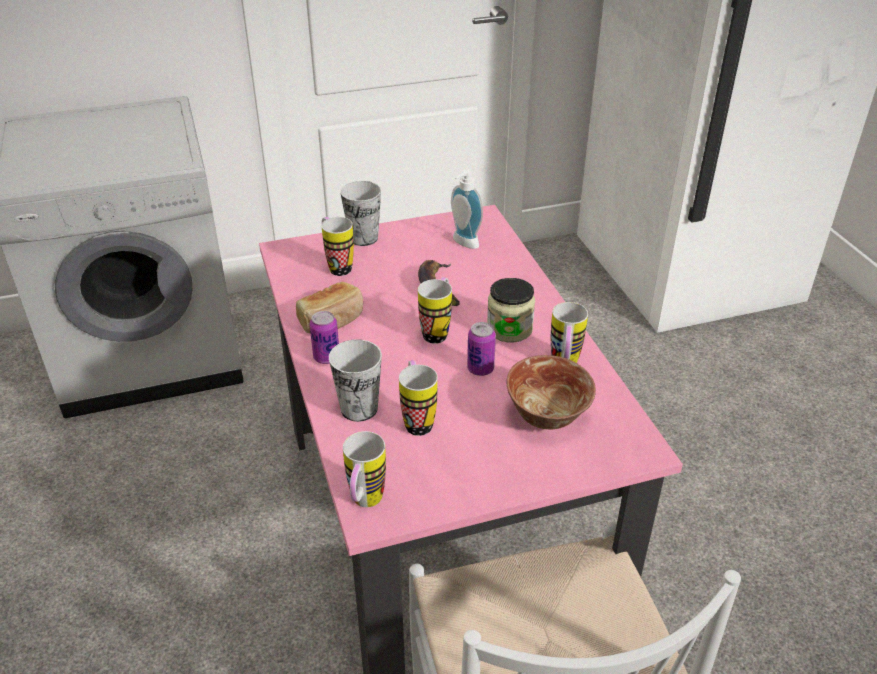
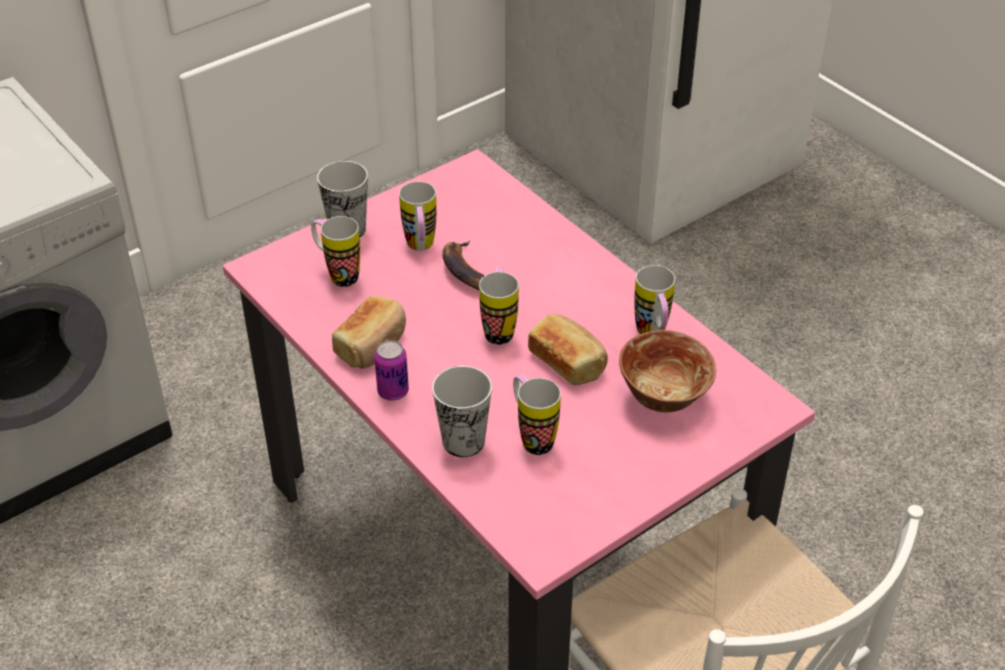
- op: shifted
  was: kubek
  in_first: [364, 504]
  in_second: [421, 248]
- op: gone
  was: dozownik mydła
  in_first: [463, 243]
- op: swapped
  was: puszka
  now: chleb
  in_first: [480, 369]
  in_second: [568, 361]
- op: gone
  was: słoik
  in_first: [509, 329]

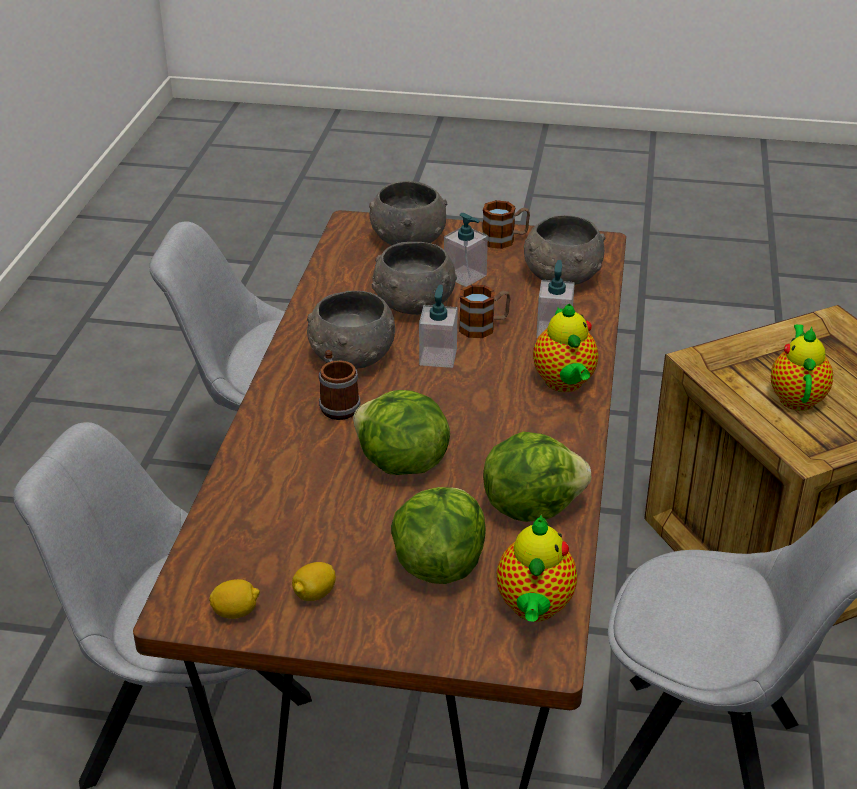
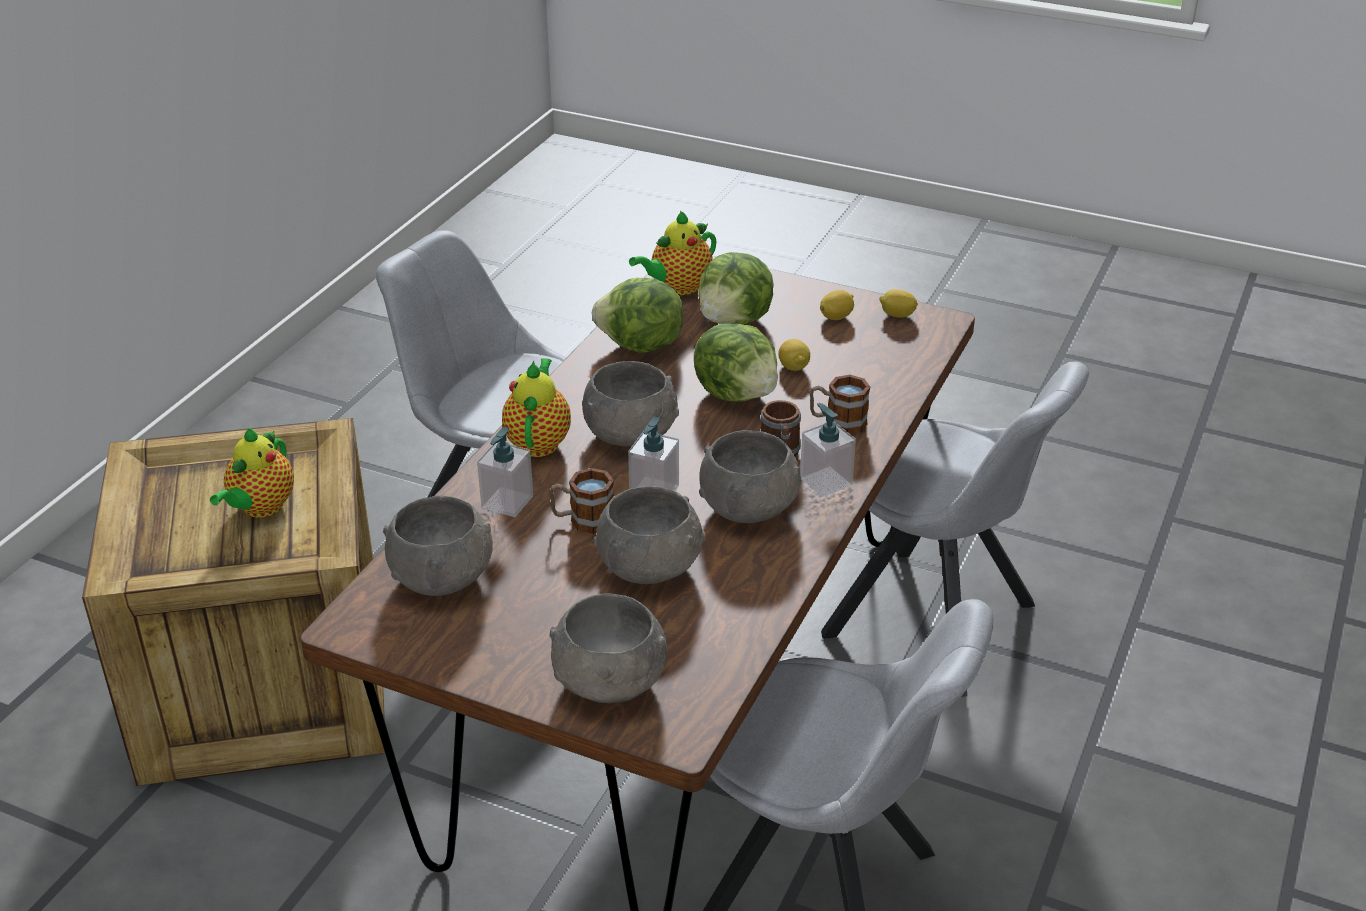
- op: shifted
  was: dozownik mydła
  in_first: [465, 276]
  in_second: [825, 481]
- op: shifted
  was: kubek
  in_first: [505, 240]
  in_second: [837, 422]
- op: rotated
  was: imbryk
  in_first: [534, 608]
  in_second: [678, 287]
  clockwise: -150
- op: new
  now: miska/szary
  in_second: [631, 434]
- op: new
  now: cytryna
  in_second: [793, 367]

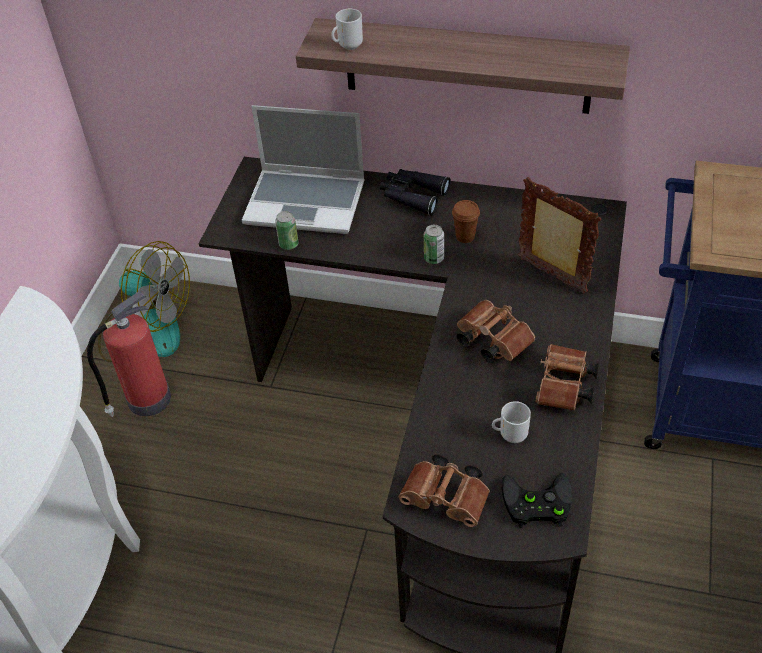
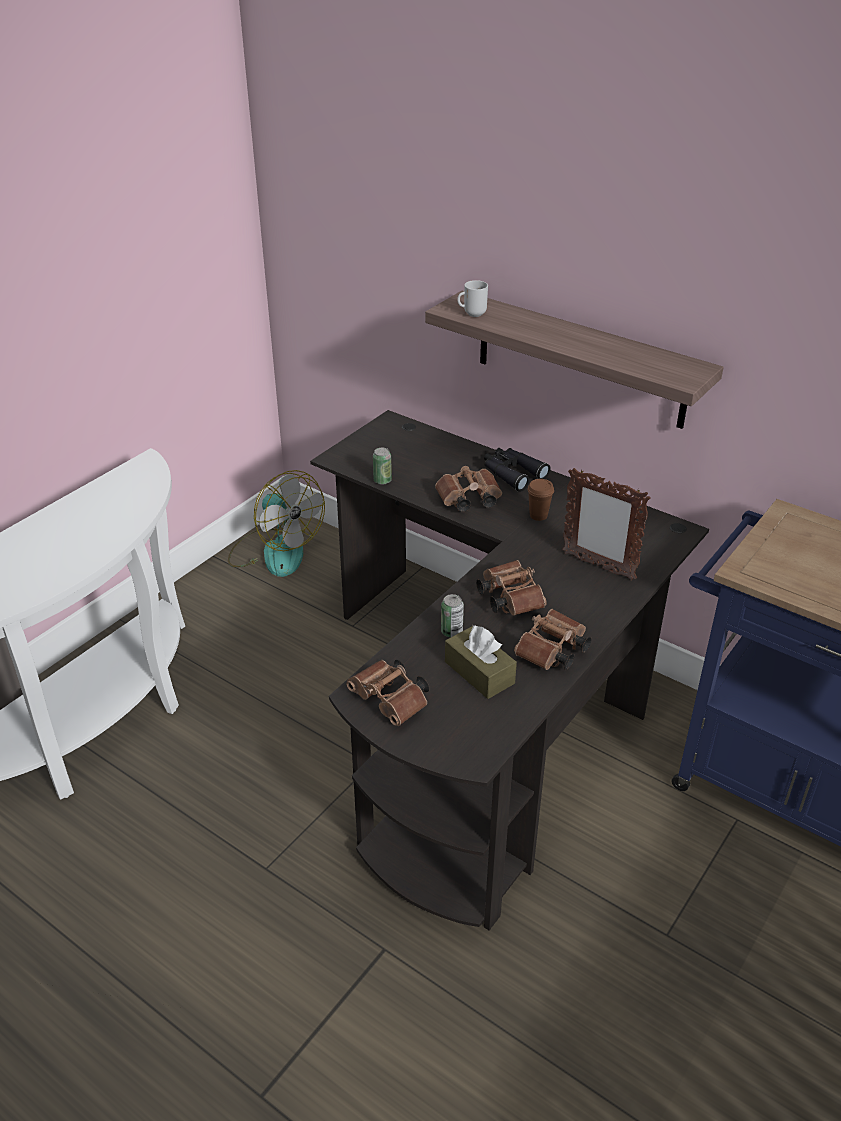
- op: gone
  was: gaśnica
  in_first: [146, 400]
- op: gone
  was: laptop
  in_first: [307, 202]
- op: shifted
  was: puszka
  in_first: [434, 258]
  in_second: [451, 632]
- op: swapped
  was: kubek
  now: pudełko chusteczek/brązowy
  in_first: [511, 435]
  in_second: [479, 672]
- op: gone
  was: pad do gier/czarny
  in_first: [535, 504]
- op: rotated
  was: ramka na zdjęcie
  in_first: [552, 276]
  in_second: [598, 566]
  clockwise: 150
- op: new
  now: lornetka/brązowy
  in_second: [467, 501]

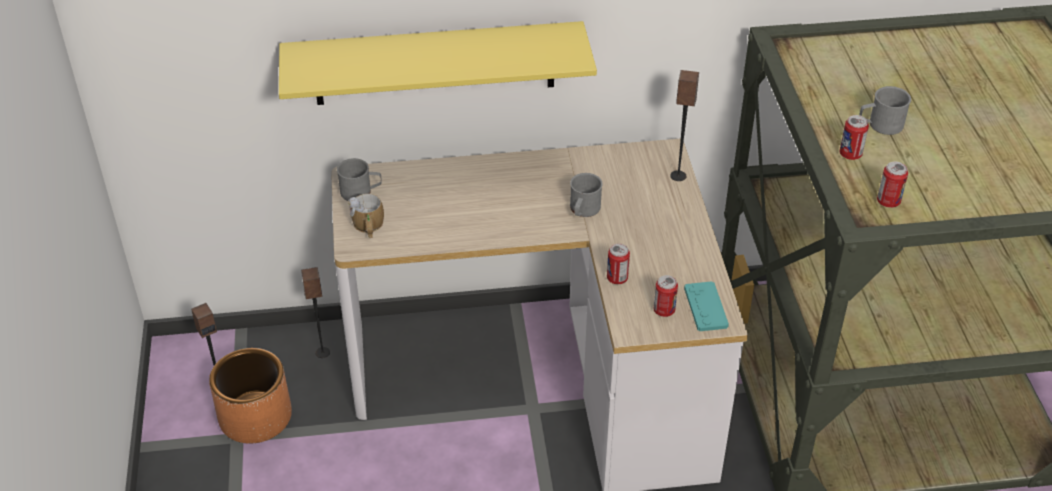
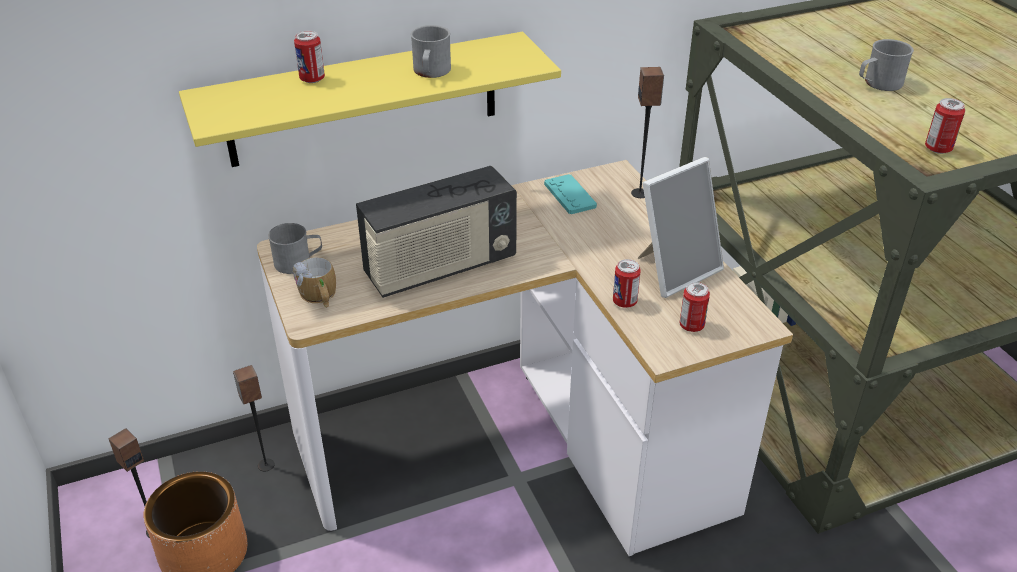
- op: shifted
  was: kubek/szary
  in_first: [583, 210]
  in_second: [431, 72]
- op: shifted
  was: pad do gier/turkusowy
  in_first: [705, 307]
  in_second: [570, 195]
- op: shifted
  was: puszka
  in_first: [850, 154]
  in_second: [312, 79]
- op: new
  now: radio
  in_second: [440, 267]
- op: new
  now: ramka na zdjęcie
  in_second: [675, 270]

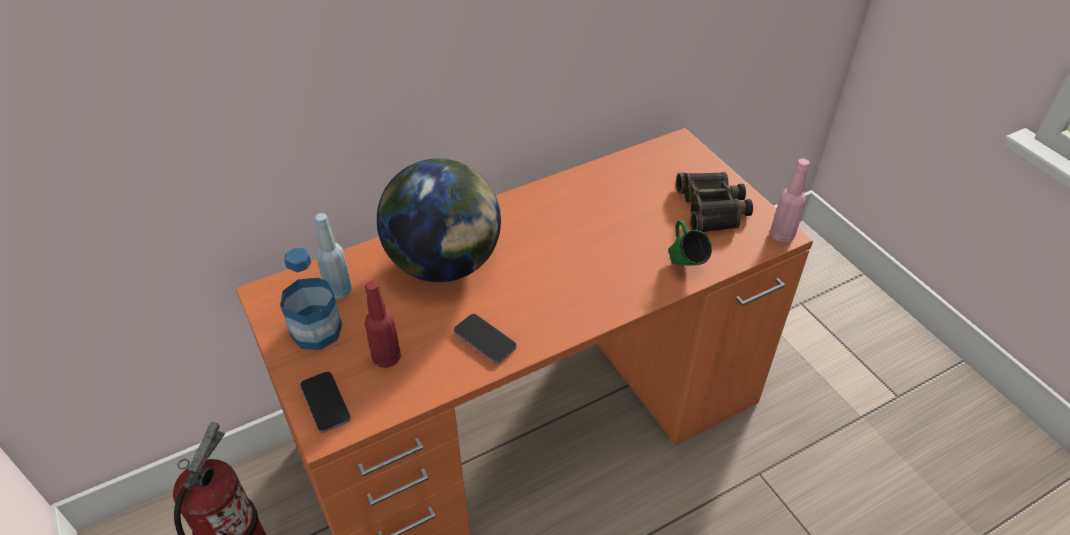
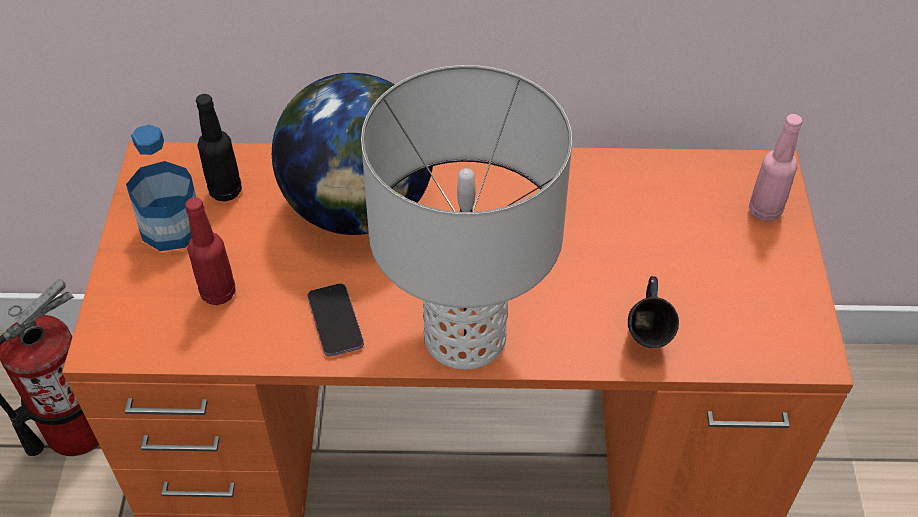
- op: gone
  was: telefon
  in_first: [325, 403]
- op: repainted
  was: butelka/niebieski
  now: butelka/czarny
  in_first: [339, 291]
  in_second: [226, 191]
- op: repainted
  was: kubek/zielony
  now: kubek/niebieski
  in_first: [685, 266]
  in_second: [645, 339]
- op: gone
  was: lornetka
  in_first: [713, 208]
- op: shifted
  was: butelka/różowy
  in_first: [781, 235]
  in_second: [764, 211]
- op: new
  now: lampa stołowa/biały
  in_second: [463, 336]

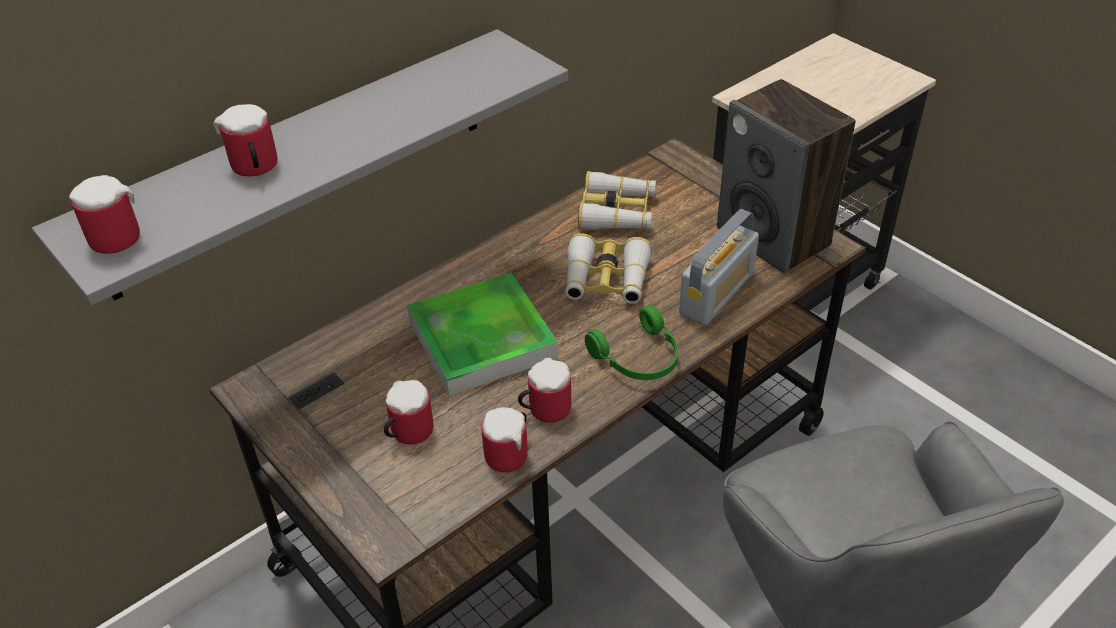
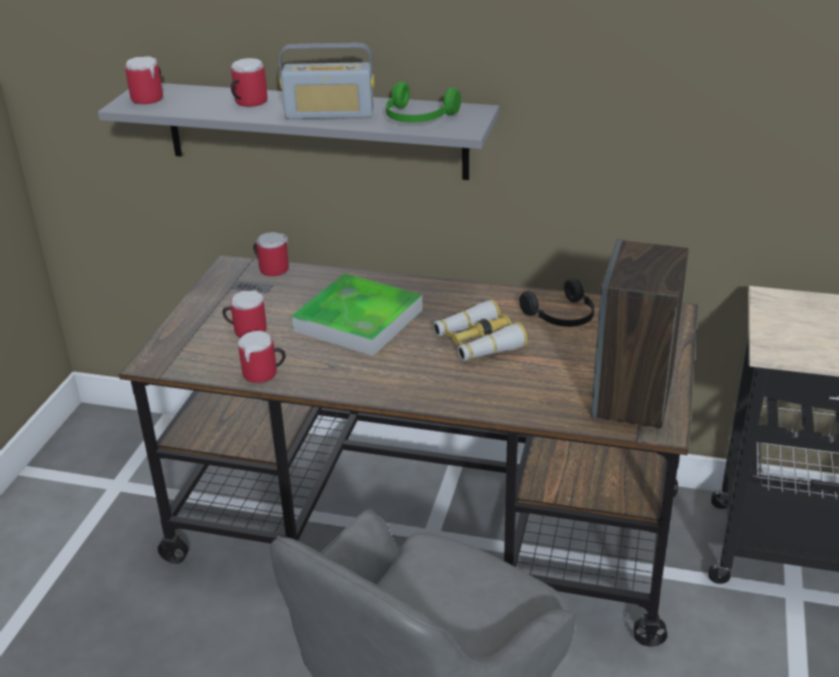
- op: shifted
  was: kubek
  in_first: [544, 409]
  in_second: [271, 268]
- op: swapped
  was: lornetka
  now: słuchawki/czarny
  in_first: [617, 212]
  in_second: [562, 316]
- op: shifted
  was: słuchawki/zielony
  in_first: [639, 358]
  in_second: [417, 118]
- op: shifted
  was: radio
  in_first: [717, 293]
  in_second: [330, 114]

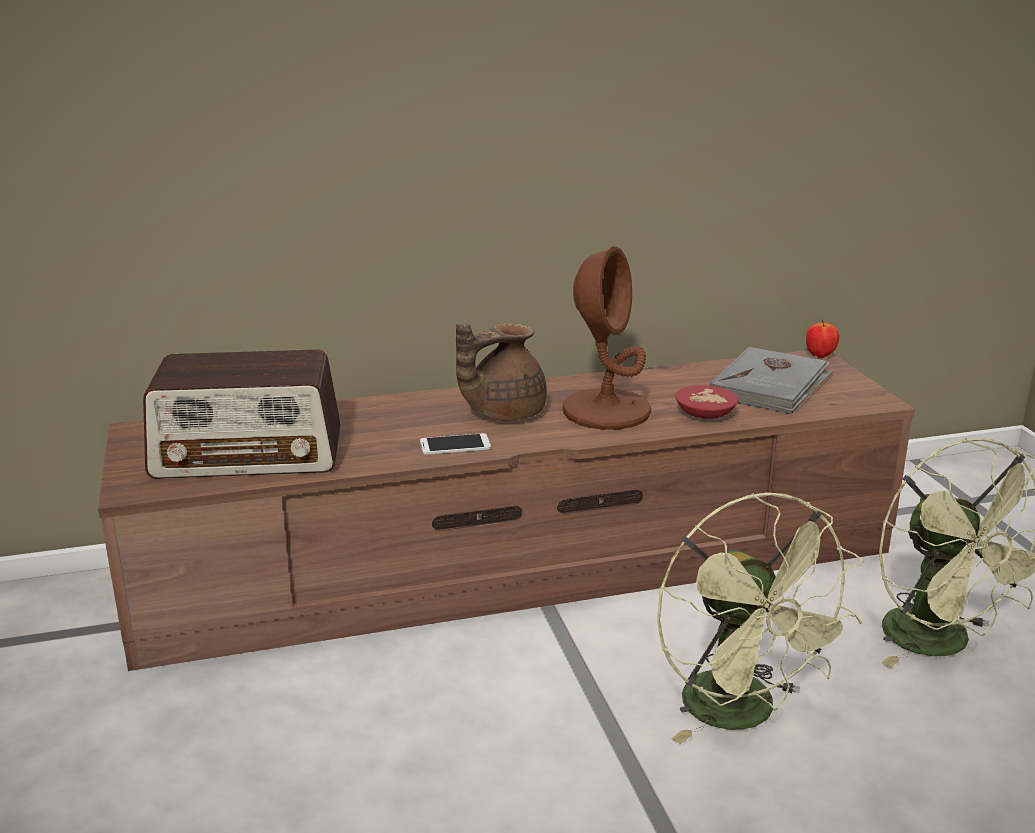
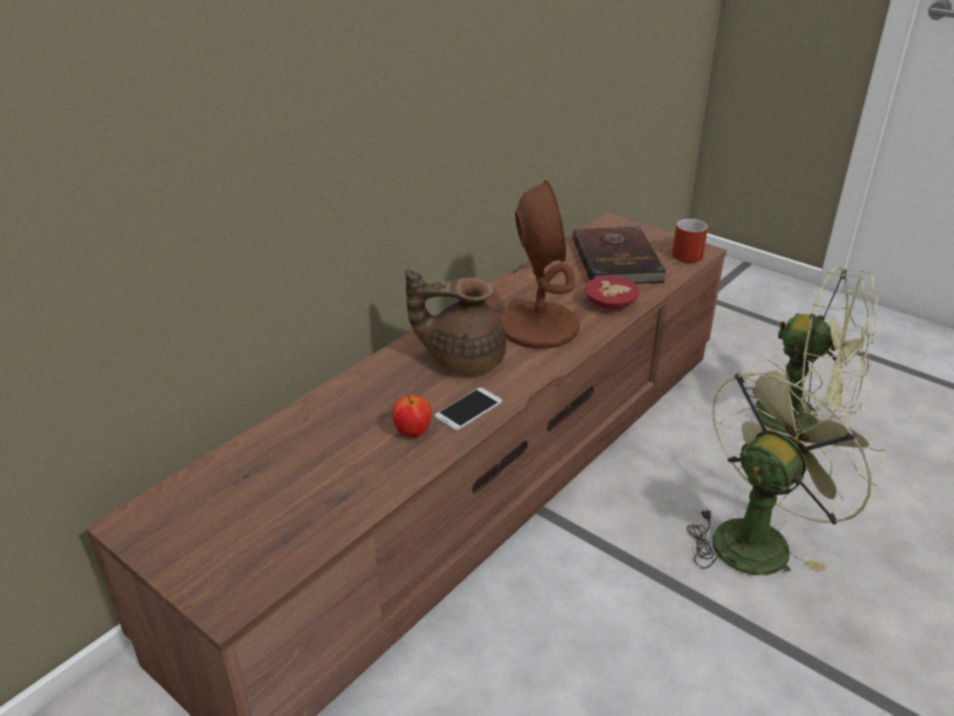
- op: gone
  was: radio
  in_first: [249, 454]
- op: rotated
  was: imbryk/brązowy
  in_first: [502, 413]
  in_second: [462, 359]
  clockwise: 75
- op: rotated
  was: wentylator/zielony
  in_first: [743, 714]
  in_second: [757, 537]
  clockwise: -75
- op: repainted
  was: książka/szary
  now: książka/brązowy
  in_first: [771, 385]
  in_second: [618, 259]
- op: shifted
  was: jabłko
  in_first: [820, 356]
  in_second: [413, 433]
- op: new
  now: kubek/czerwony
  in_second: [685, 253]

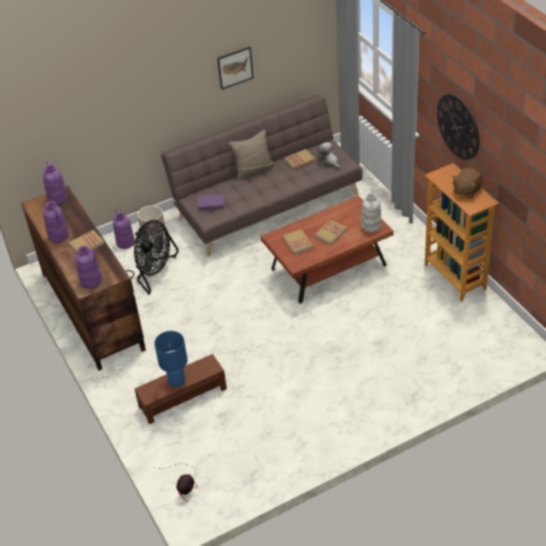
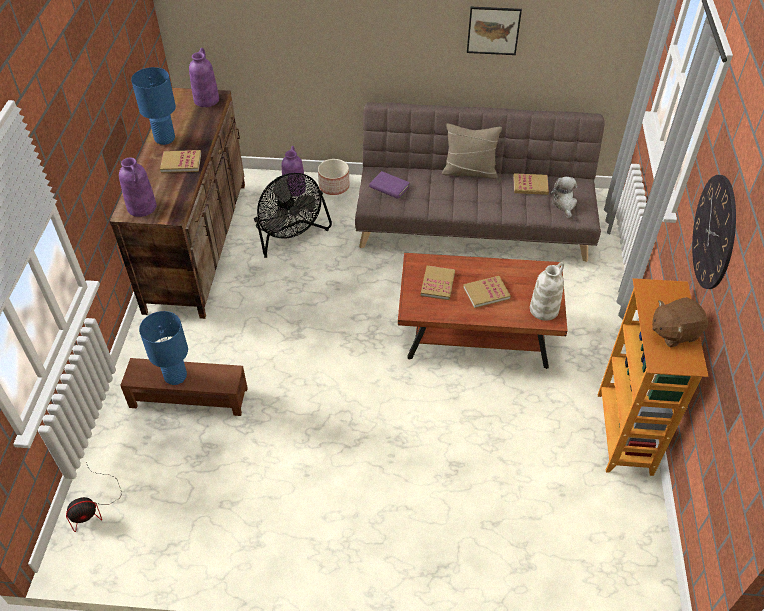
- op: swapped
  was: wazon/fioletowy
  now: lampa stołowa/niebieski
  in_first: [59, 236]
  in_second: [165, 140]

